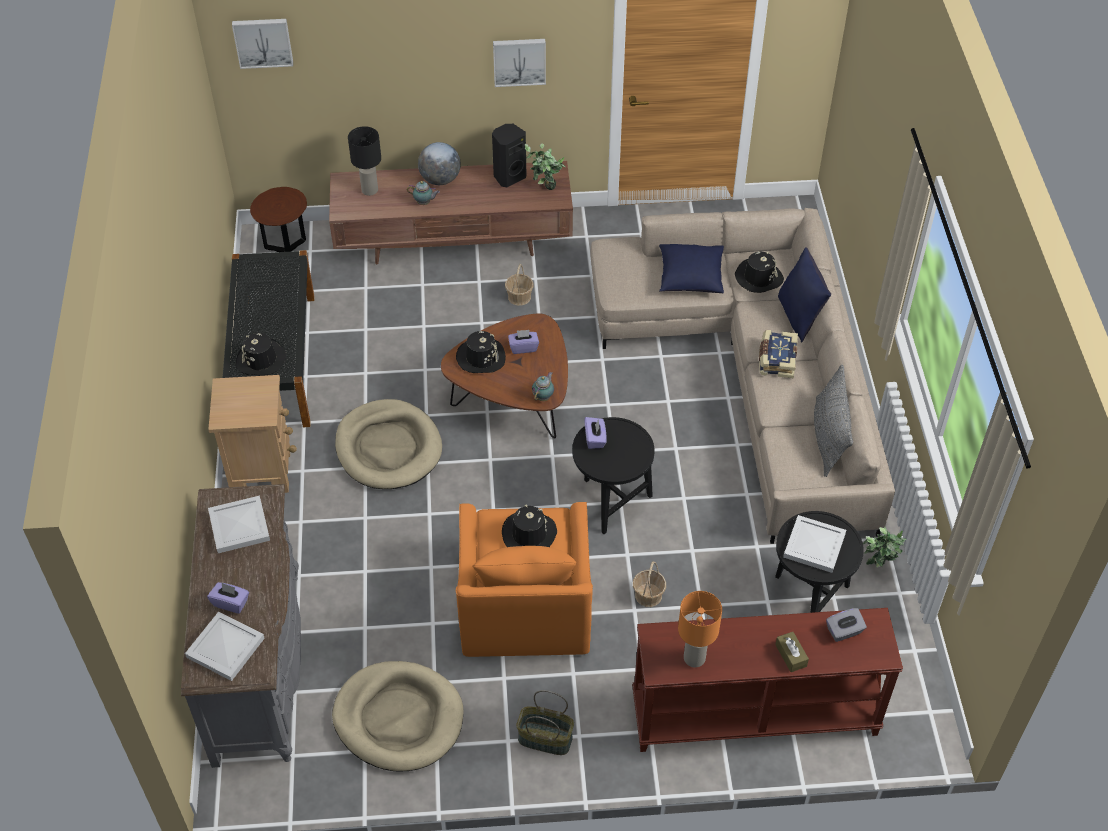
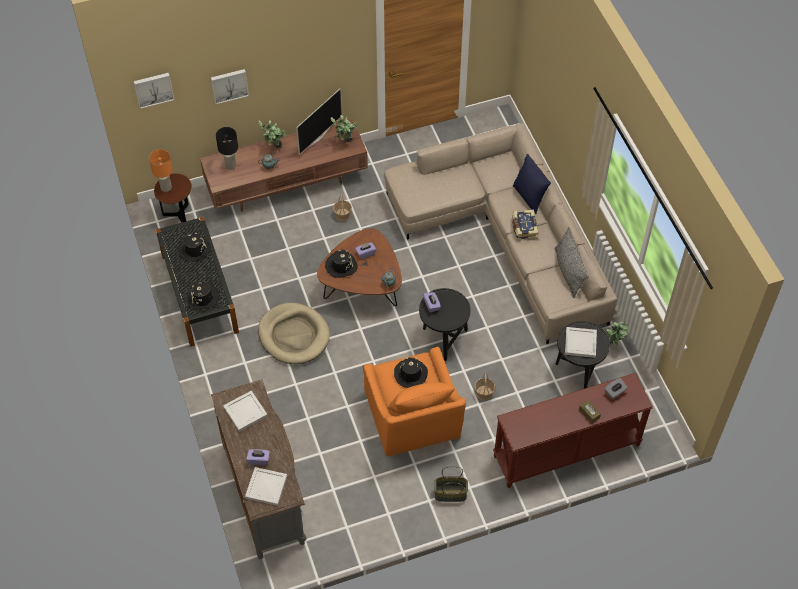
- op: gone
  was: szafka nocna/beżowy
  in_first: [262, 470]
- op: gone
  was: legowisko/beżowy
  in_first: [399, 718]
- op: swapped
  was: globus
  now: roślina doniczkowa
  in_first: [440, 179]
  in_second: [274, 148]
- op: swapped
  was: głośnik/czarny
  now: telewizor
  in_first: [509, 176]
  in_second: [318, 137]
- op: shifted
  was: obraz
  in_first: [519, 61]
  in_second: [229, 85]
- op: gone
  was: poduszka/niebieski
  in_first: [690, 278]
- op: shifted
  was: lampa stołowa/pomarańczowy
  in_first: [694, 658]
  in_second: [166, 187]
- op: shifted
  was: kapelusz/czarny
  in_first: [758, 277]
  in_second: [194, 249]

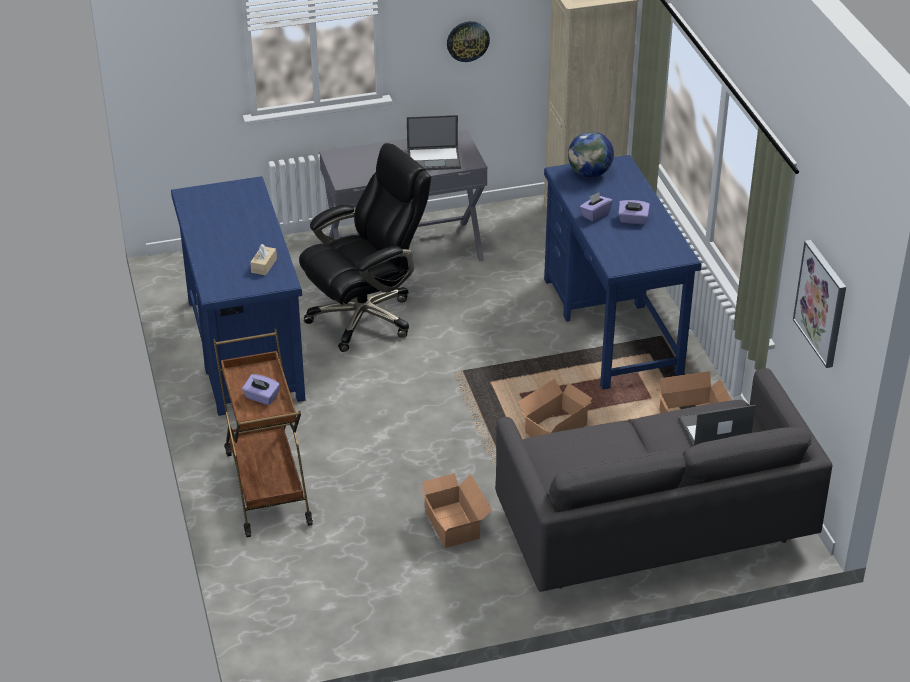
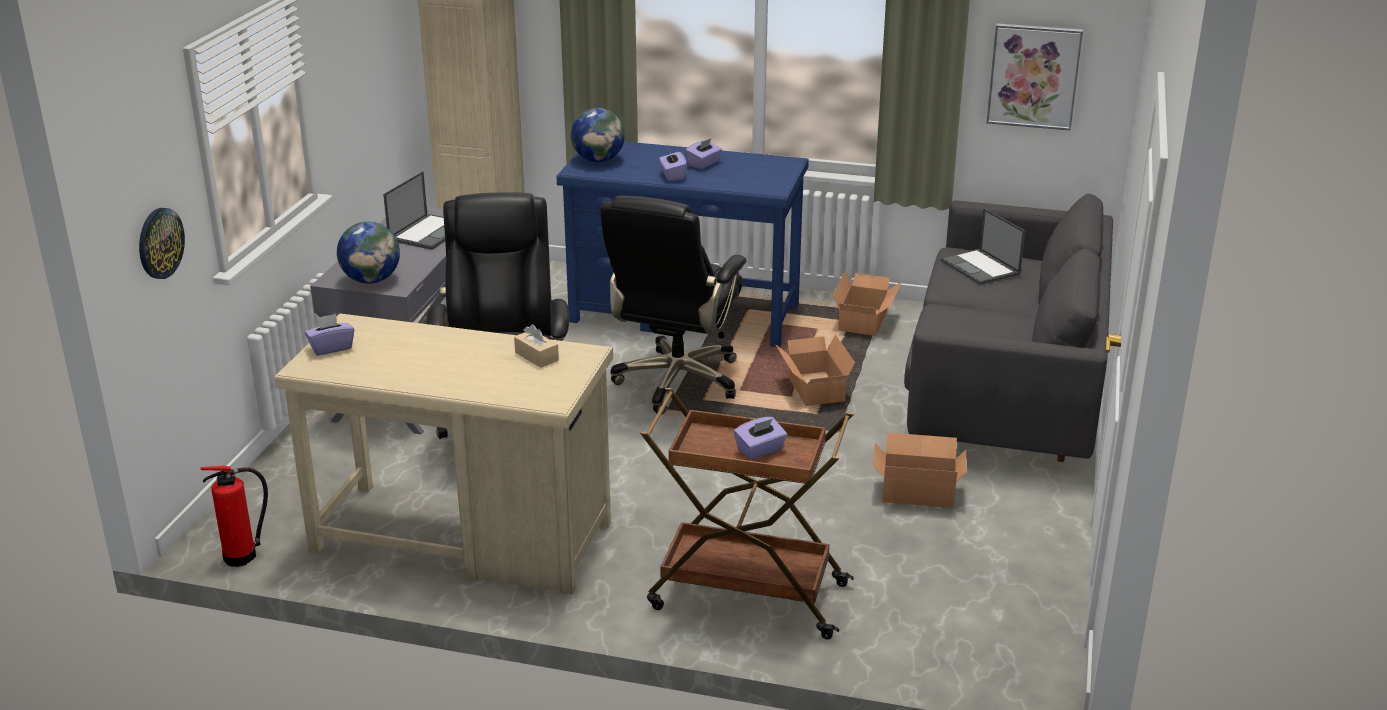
- op: repainted
  was: biurko/niebieski
  now: biurko/beżowy
  in_first: [243, 349]
  in_second: [460, 537]
- op: shifted
  was: zegar ścienny
  in_first: [467, 41]
  in_second: [160, 243]
- op: rotated
  was: laptop
  in_first: [713, 429]
  in_second: [981, 268]
  clockwise: -45
- op: new
  now: gaśnica
  in_second: [243, 556]
- op: new
  now: pudełko chusteczek/fioletowy
  in_second: [331, 348]
- op: new
  now: globus
  in_second: [371, 280]
- op: new
  now: krzesło biurowe/czarny
  in_second: [675, 384]

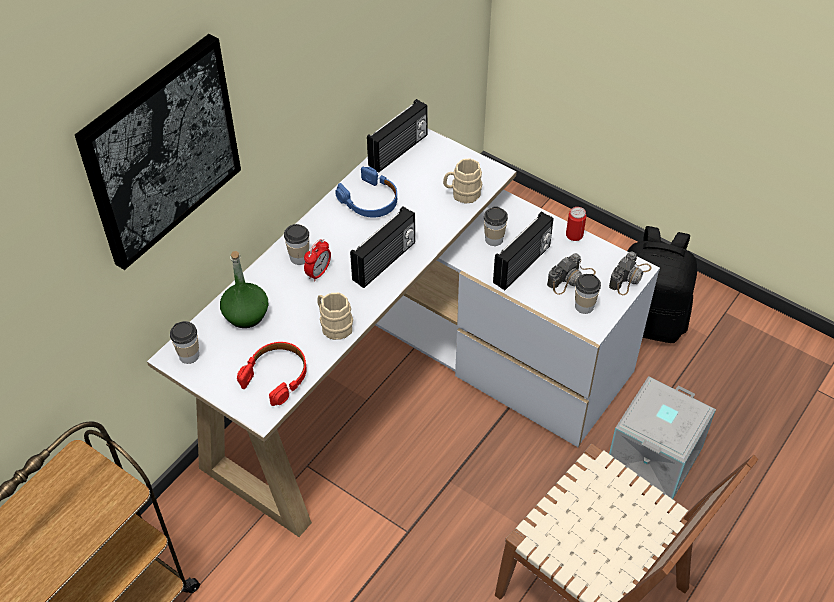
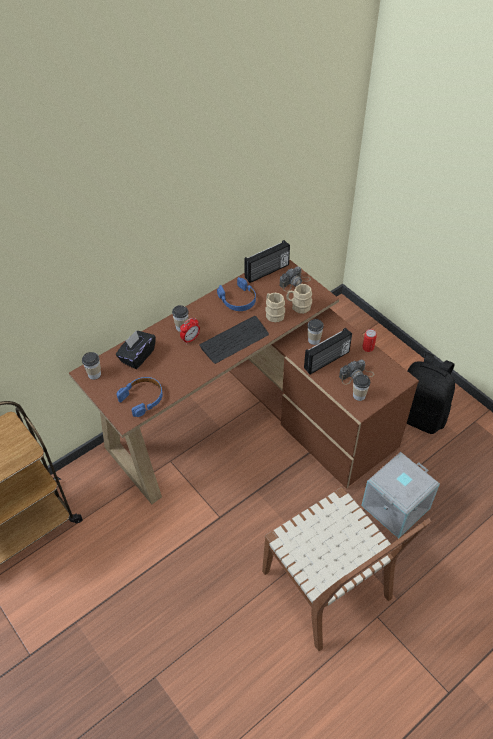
- op: gone
  was: obraz
  in_first: [160, 151]
- op: repainted
  was: biurko/biały
  now: biurko/brązowy
  in_first: [408, 382]
  in_second: [250, 422]
- op: swapped
  was: butelka/zielony
  now: pudełko chusteczek/czarny
  in_first: [246, 314]
  in_second: [137, 356]
- op: repainted
  was: słuchawki/czerwony
  now: słuchawki/niebieski
  in_first: [276, 376]
  in_second: [142, 398]
- op: shifted
  was: kubek/beżowy
  in_first: [333, 325]
  in_second: [273, 314]
- op: swapped
  was: radio
  now: klawiatura
  in_first: [385, 262]
  in_second: [234, 340]
- op: shifted
  was: aparat fotograficzny
  in_first: [630, 277]
  in_second: [295, 282]

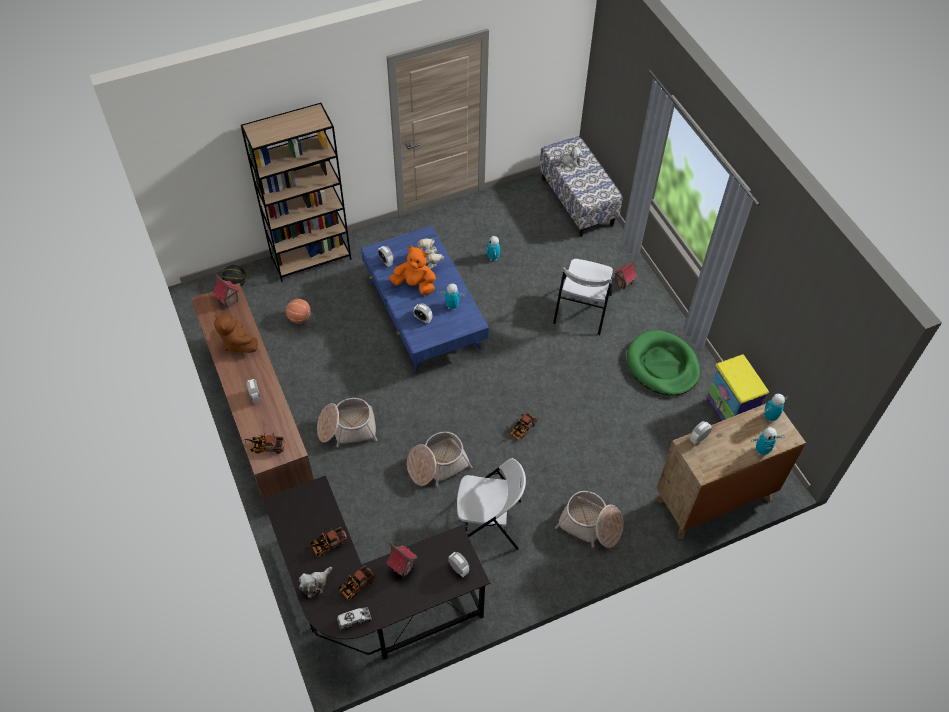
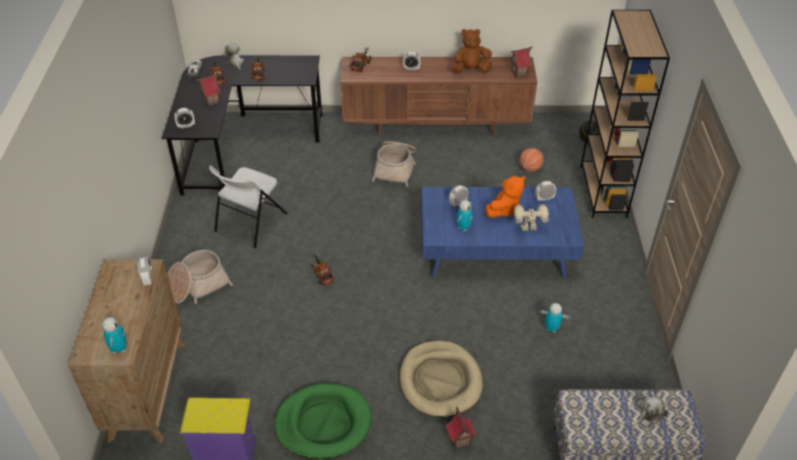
- op: gone
  was: koszyk
  in_first: [437, 464]
- op: swapped
  was: krzesło/biały
  now: legowisko/beżowy
  in_first: [582, 309]
  in_second: [440, 381]
- op: gone
  was: robot zabawkowy
  in_first: [762, 450]

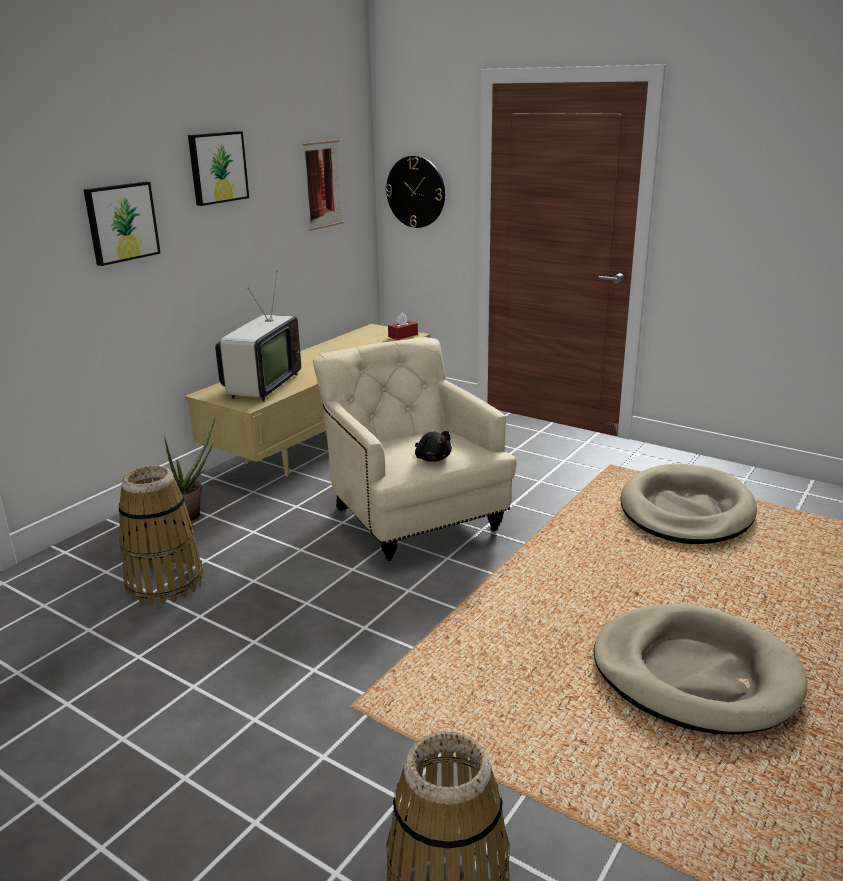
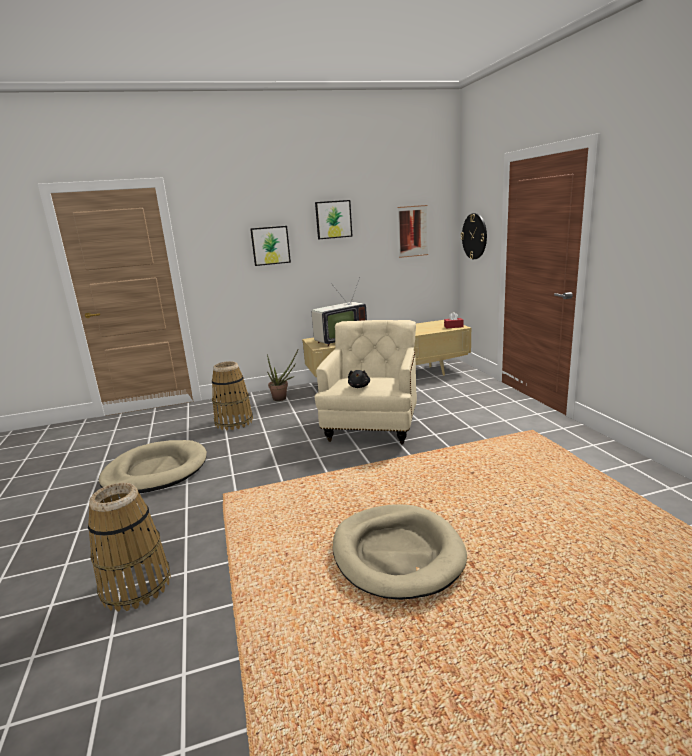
- op: shifted
  was: legowisko/beżowy
  in_first: [686, 510]
  in_second: [155, 471]

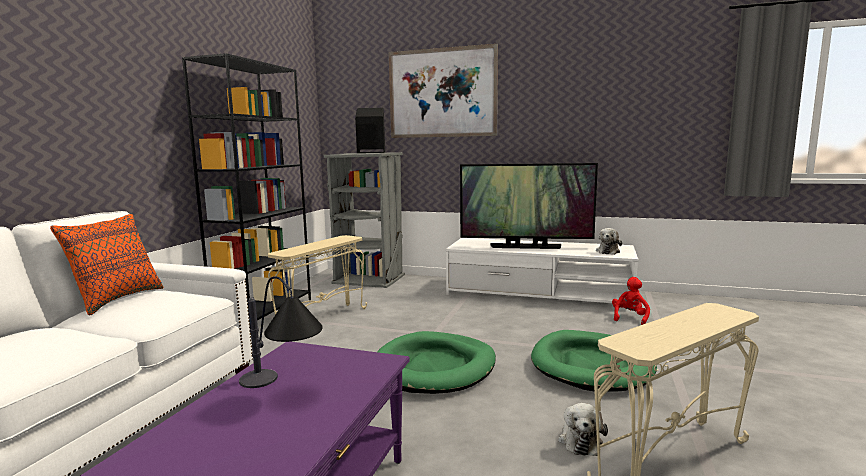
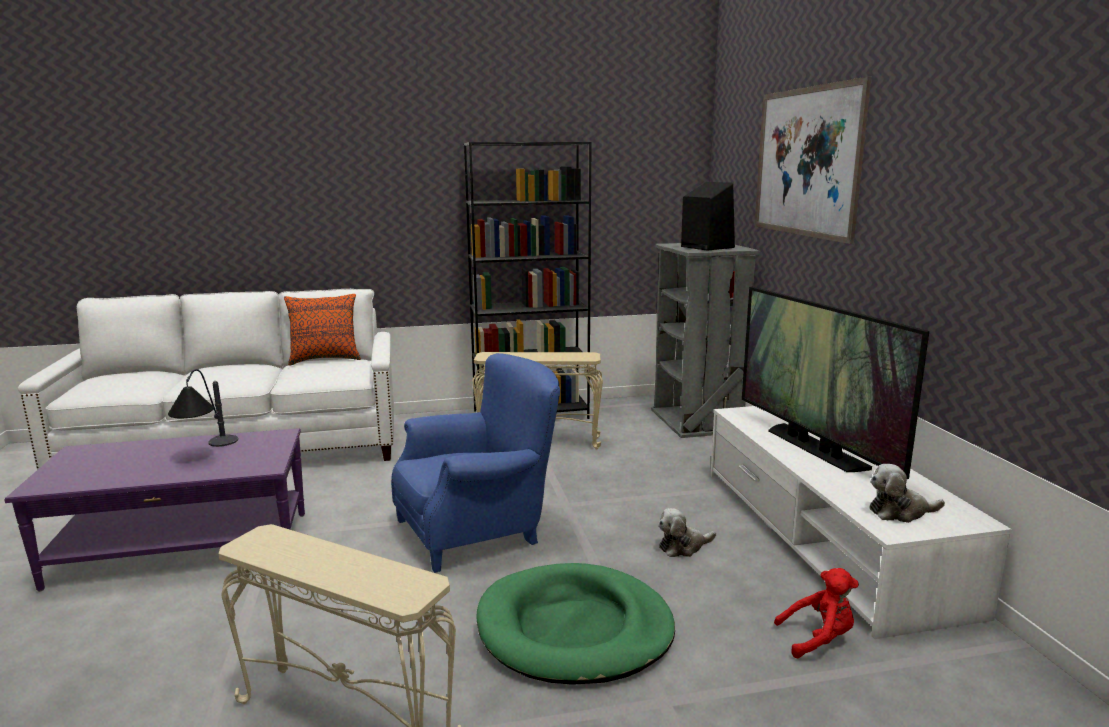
- op: swapped
  was: legowisko/zielony
  now: fotel/niebieski
  in_first: [435, 367]
  in_second: [478, 529]
- op: shifted
  was: pluszak
  in_first: [580, 440]
  in_second: [683, 547]

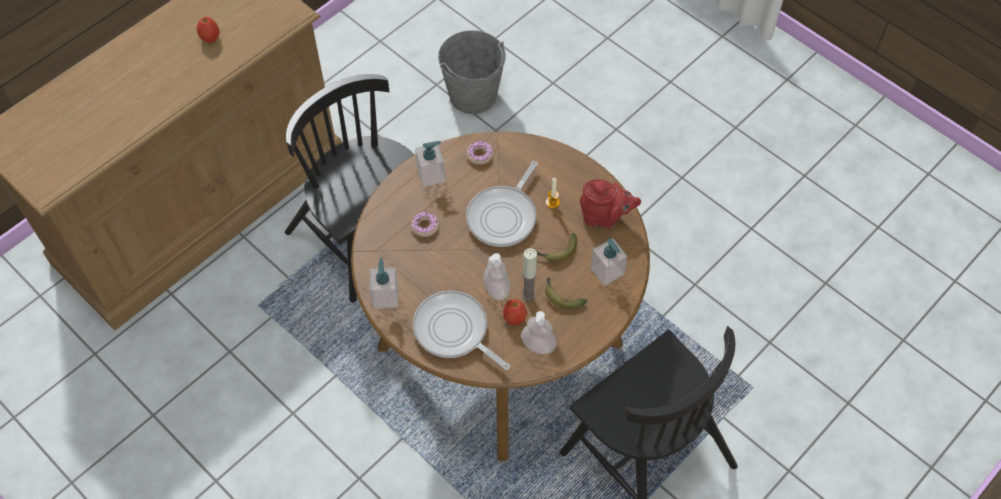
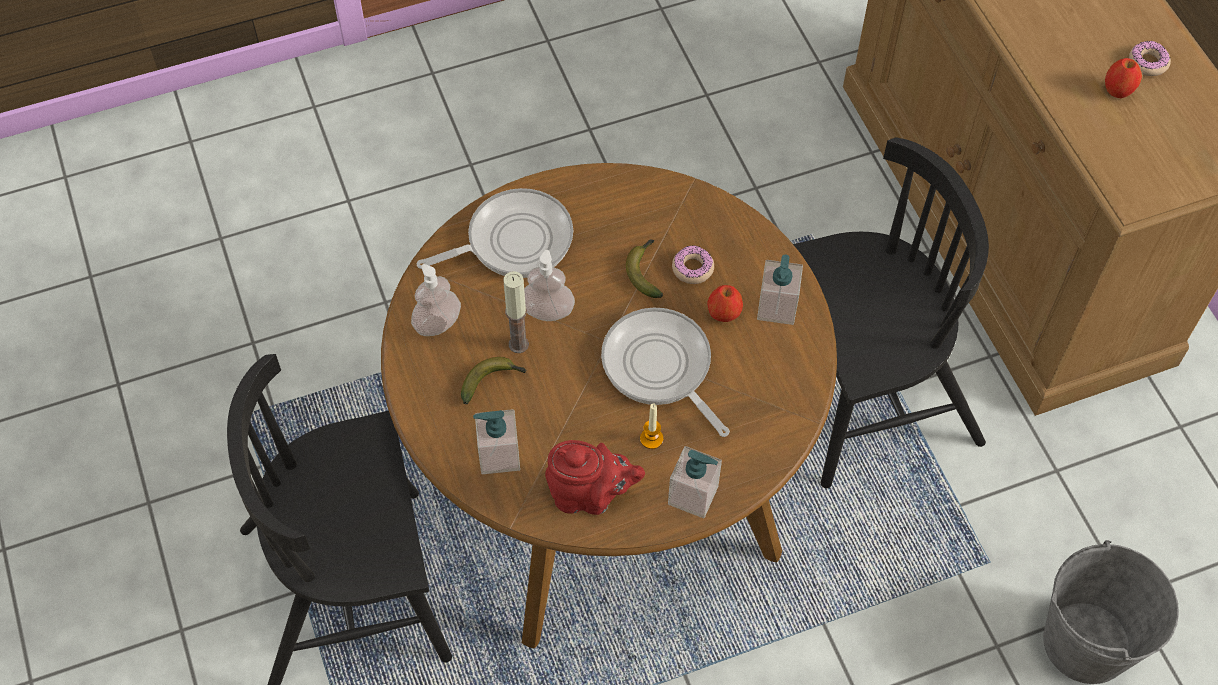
- op: shifted
  was: dozownik mydła
  in_first: [385, 296]
  in_second: [693, 495]
- op: shifted
  was: donut
  in_first: [480, 155]
  in_second: [1148, 62]
- op: shifted
  was: jabłko
  in_first: [514, 318]
  in_second: [723, 314]
- op: shifted
  was: banan
  in_first: [558, 252]
  in_second: [645, 271]
- op: rotated
  was: imbryk/czerwony
  in_first: [604, 217]
  in_second: [590, 495]
  clockwise: -120

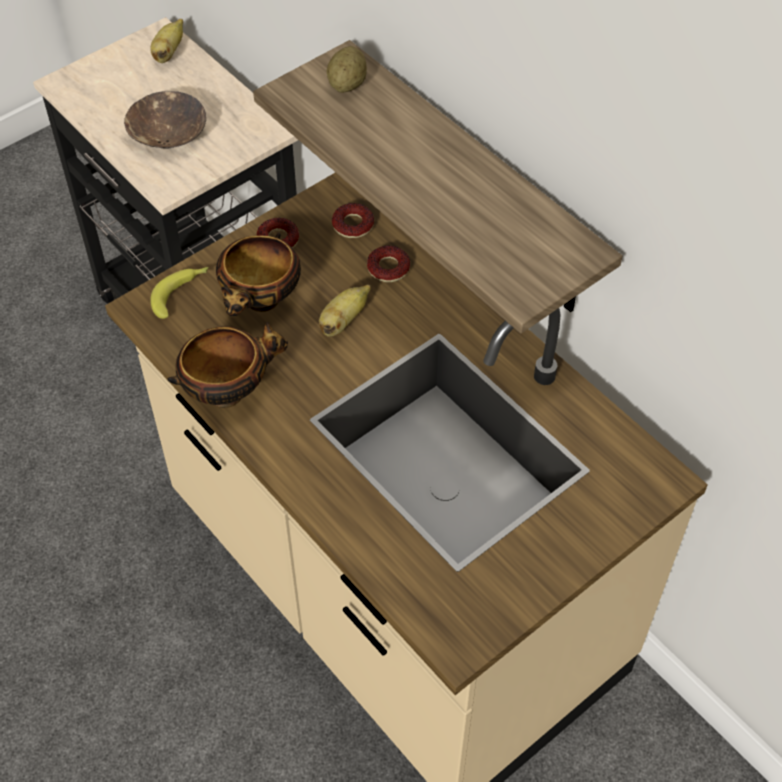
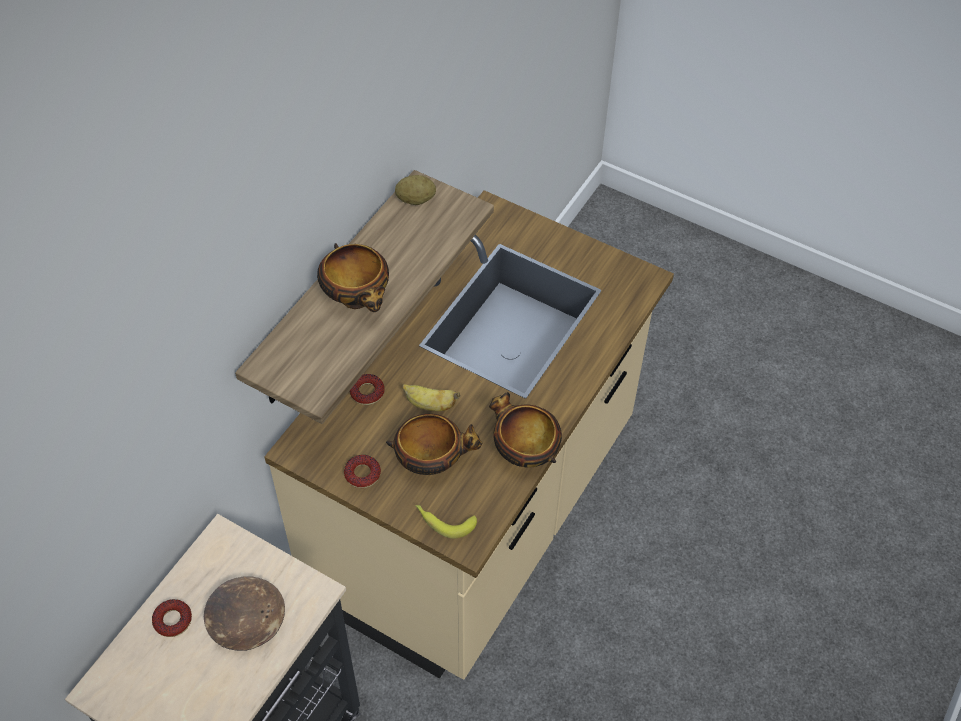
- op: gone
  was: banan
  in_first: [169, 52]
- op: shifted
  was: ziemniak
  in_first: [347, 84]
  in_second: [416, 200]
- op: shifted
  was: donut
  in_first: [353, 225]
  in_second: [173, 620]
- op: new
  now: miska
  in_second: [358, 300]

